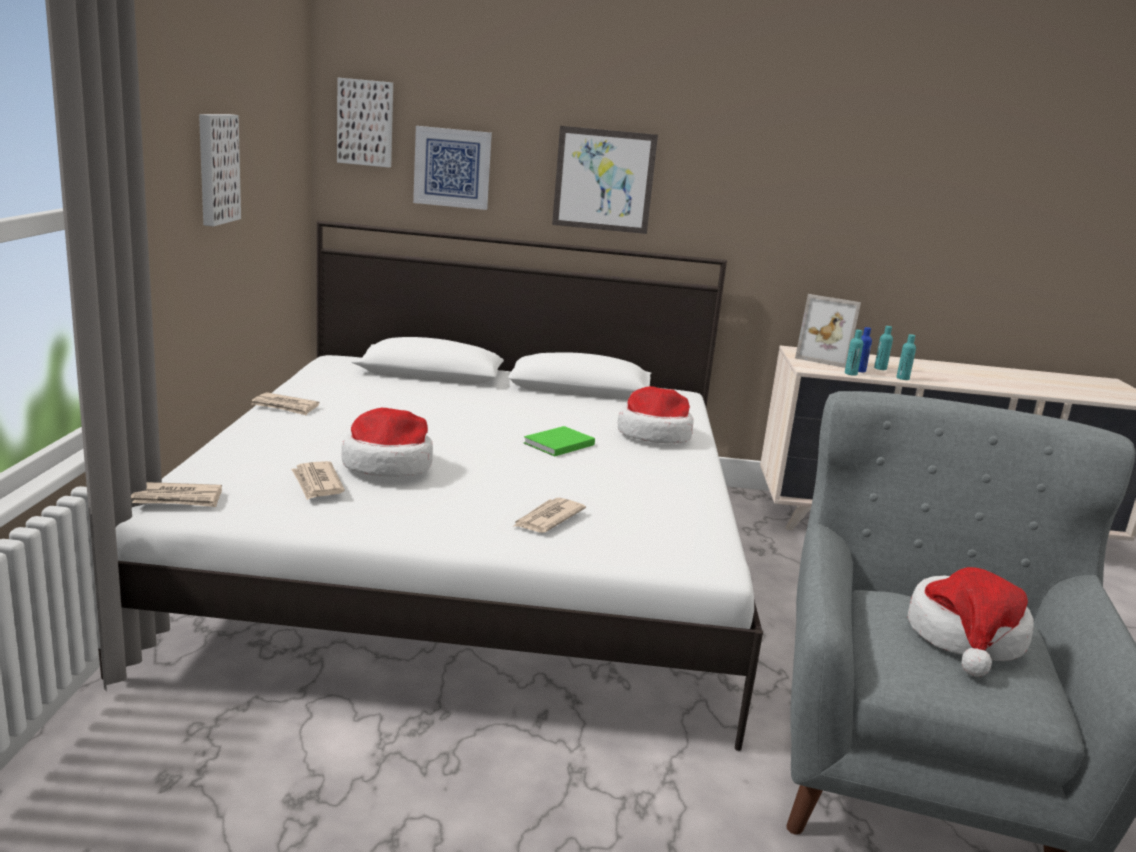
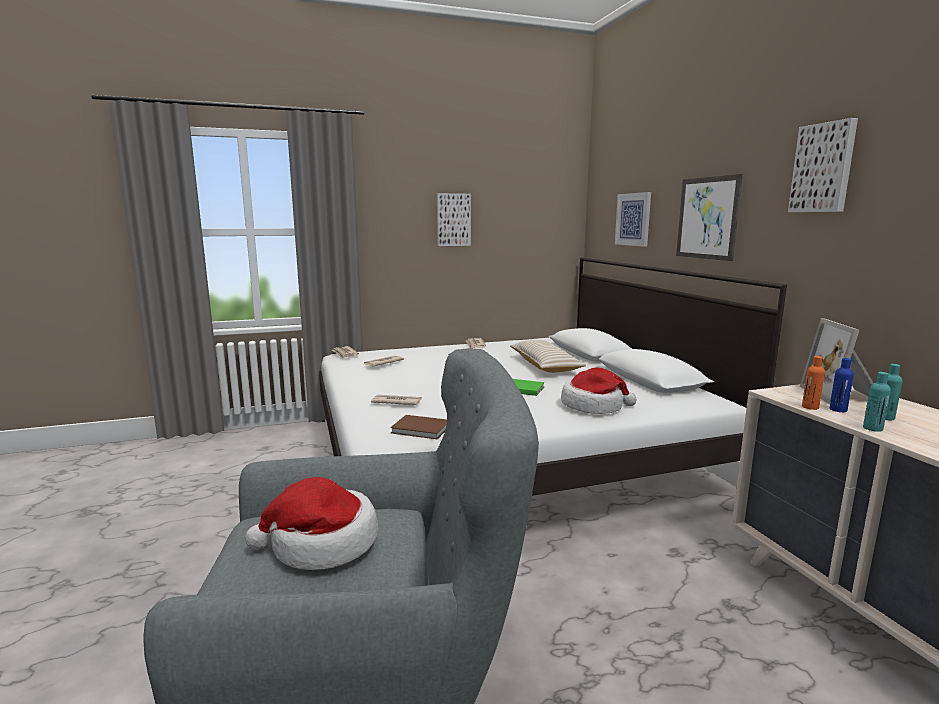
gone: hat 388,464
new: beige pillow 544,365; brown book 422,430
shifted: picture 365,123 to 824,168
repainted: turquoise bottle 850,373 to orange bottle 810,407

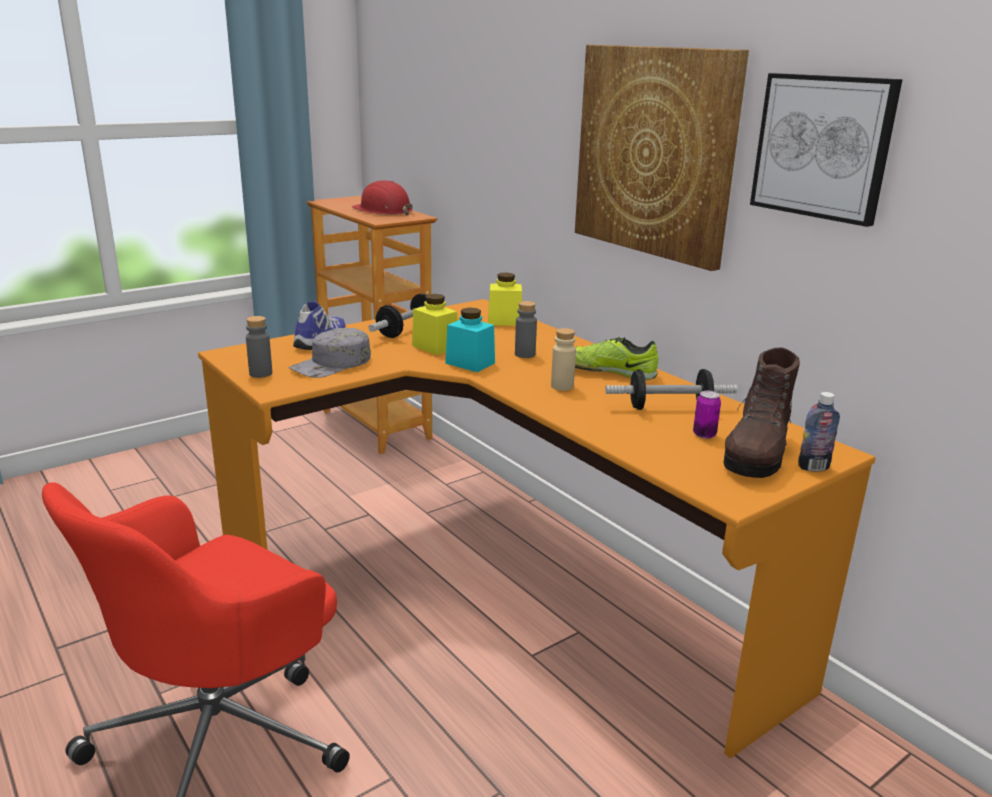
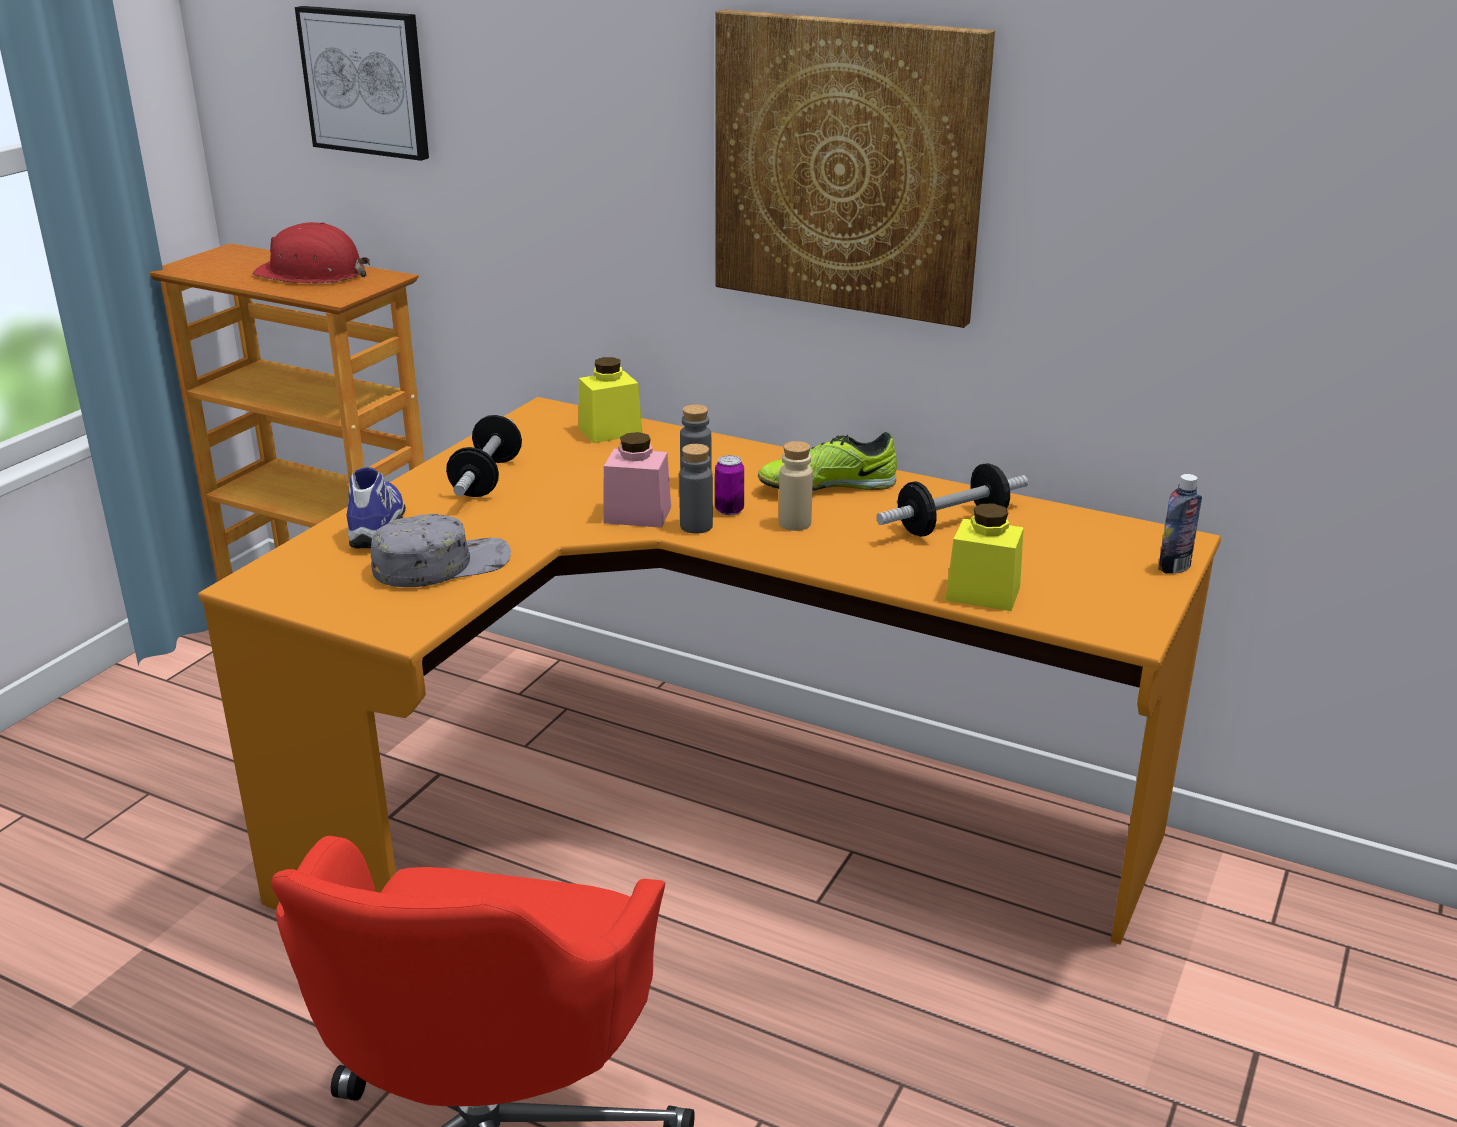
gone: brown boot 756,455
shifted: picture 823,147 to 366,82; yellow jar 435,347 to 983,593; grey bottle 260,373 to 696,526; can 704,435 to 729,510
repainted: turquoise jar 470,363 to pink jar 637,515
rotated: grey cap 332,364 = 441,564 135 degrees counterclockwise

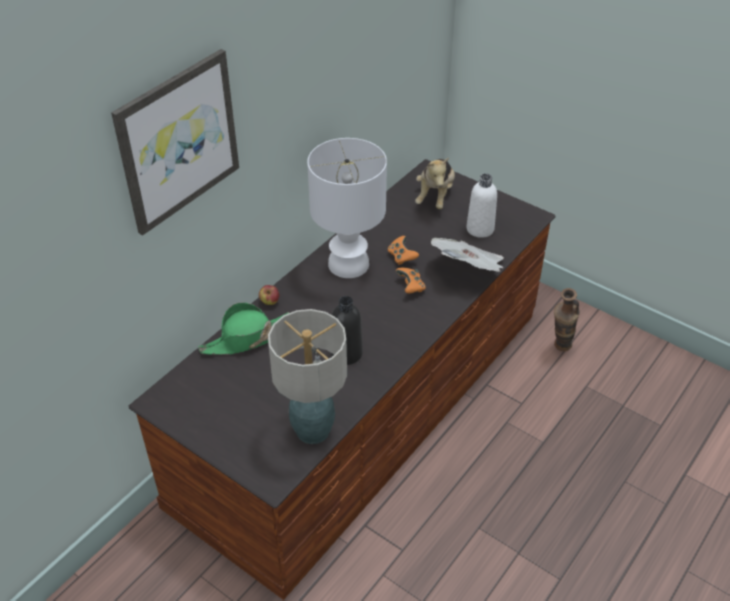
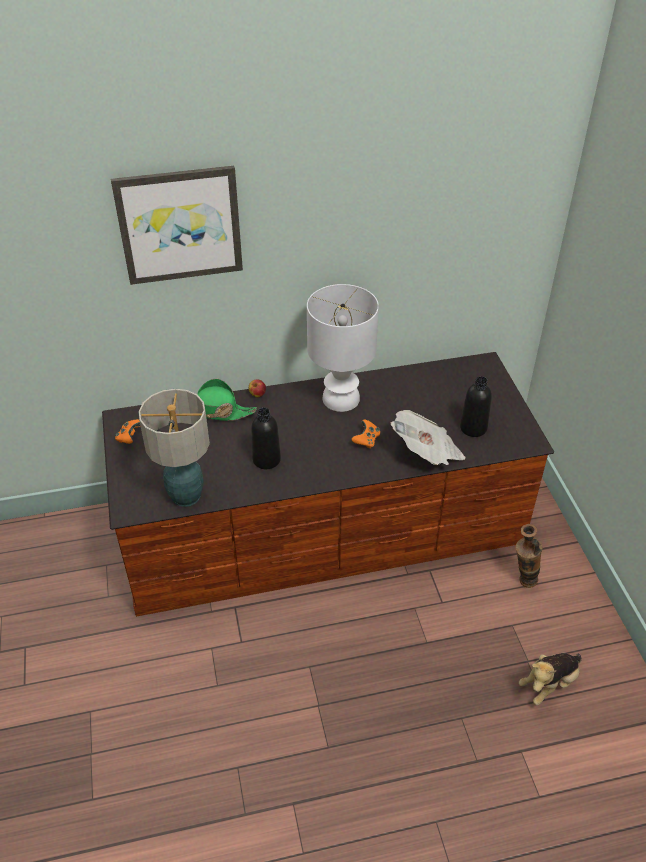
shifted: plush toy 435,196 to 549,683; orange game controller 401,257 to 130,437
repainted: white bottle 480,229 to black bottle 473,428

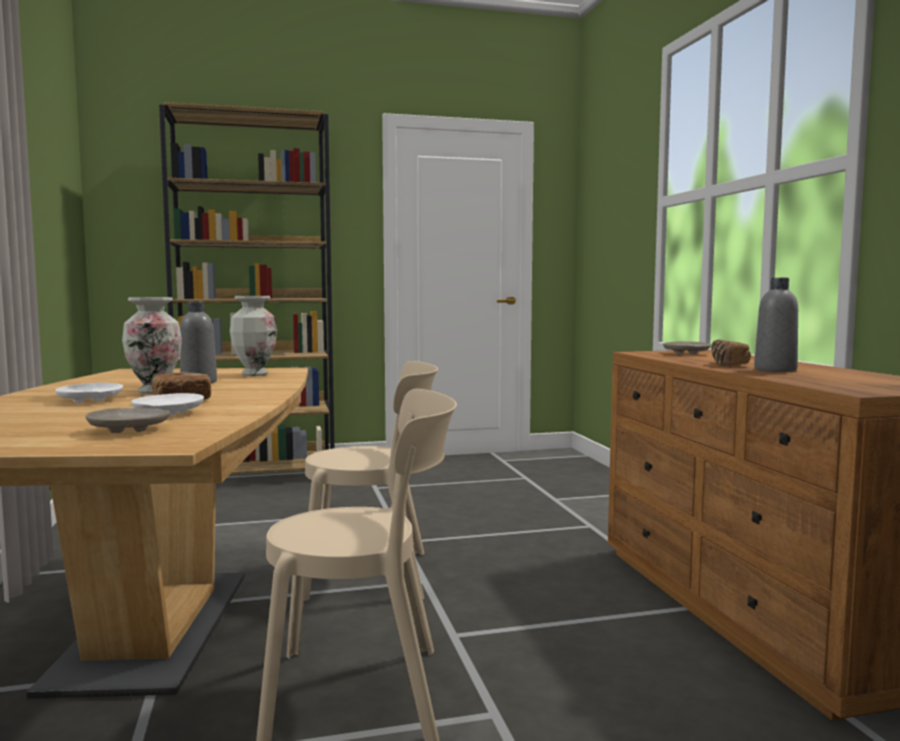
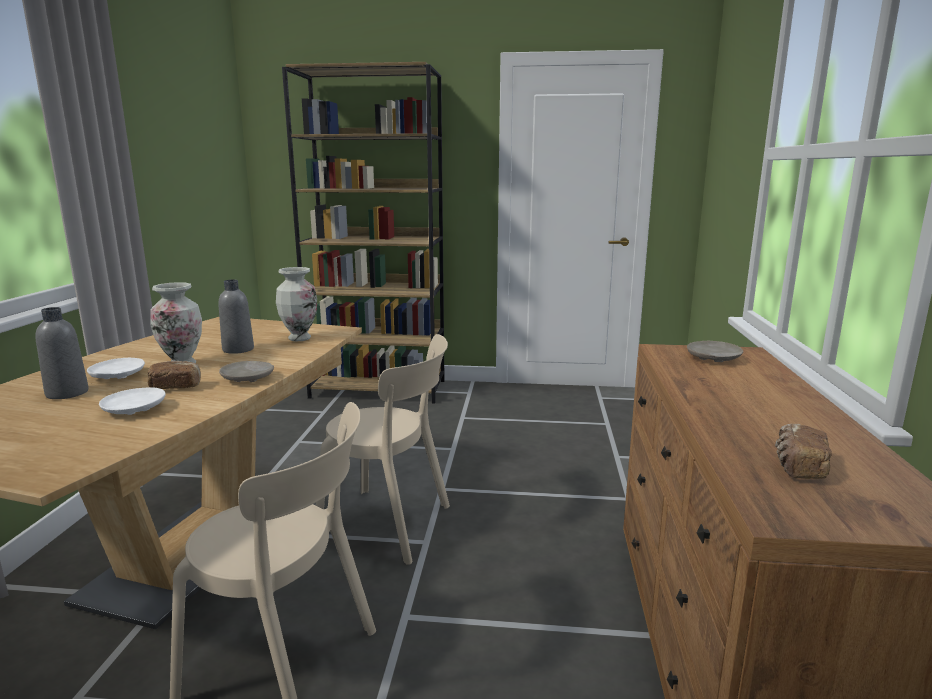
shifted: grey bottle 775,370 to 67,393; bread 728,364 to 798,467; beige plate 130,429 to 248,379

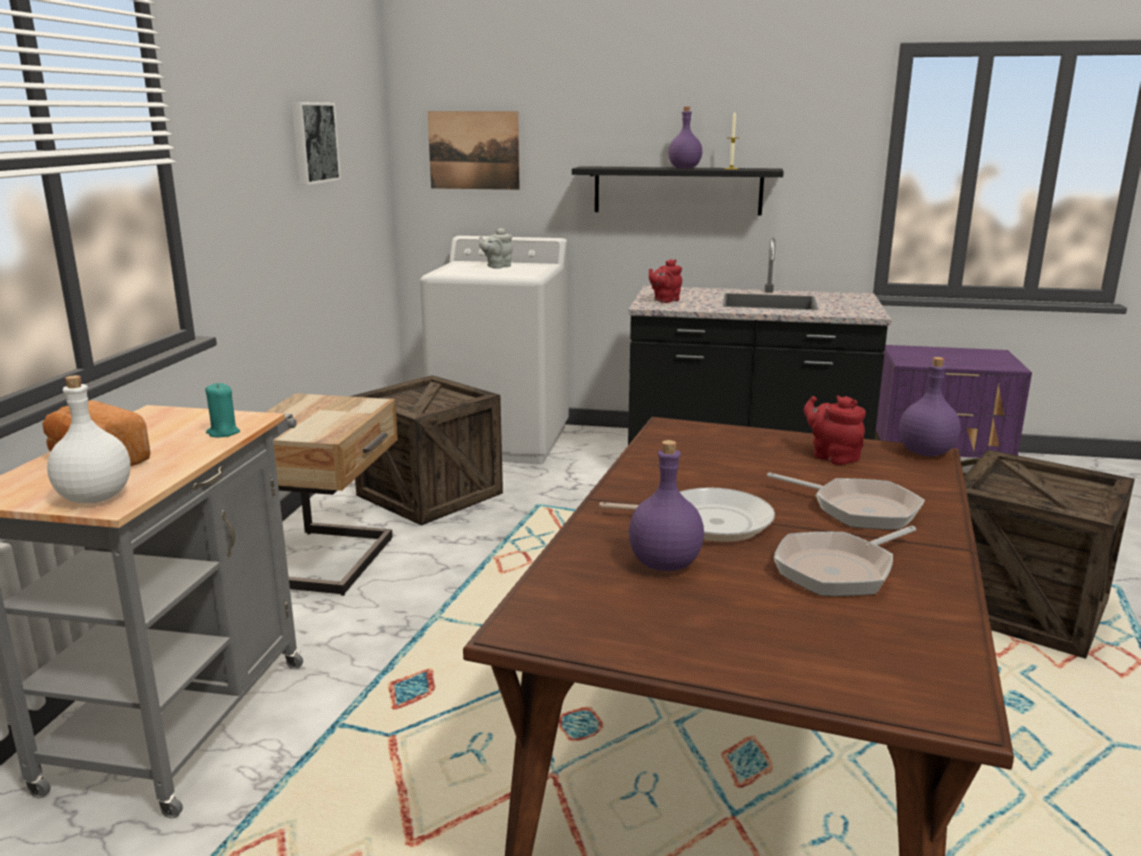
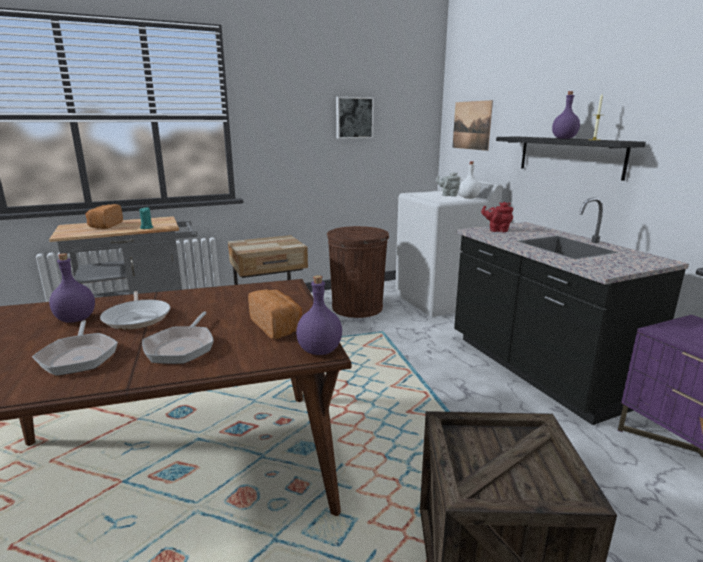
shifted: white bottle 94,498 to 468,198
swapped: crate 429,494 to brown trash can 357,307; red teapot 832,456 to bread 277,326
rotated: frying pan 839,570 = 79,356 135 degrees counterclockwise

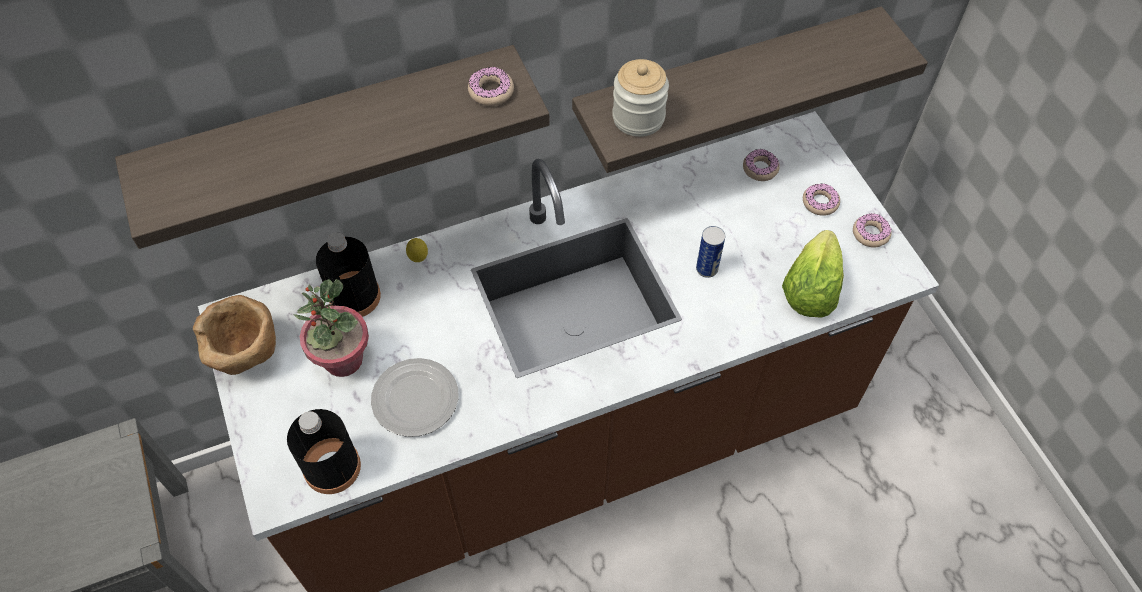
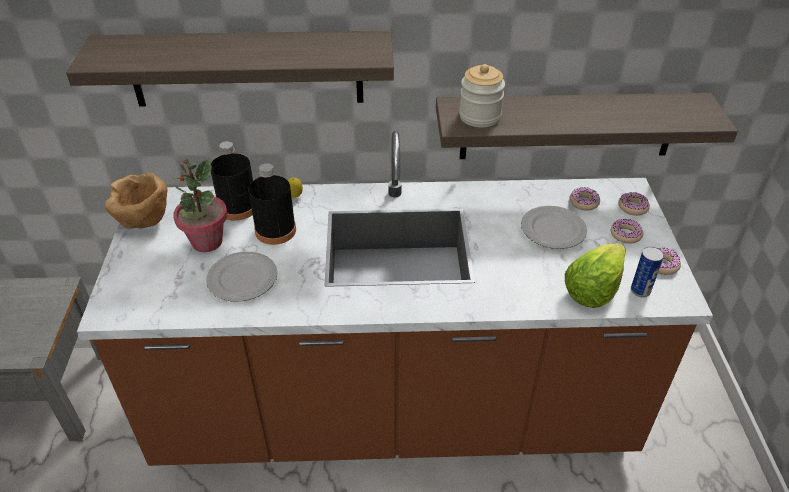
new: plate 553,230
shifted: donut 491,91 to 632,207; can 706,269 to 640,291; black bottle 332,467 to 275,230

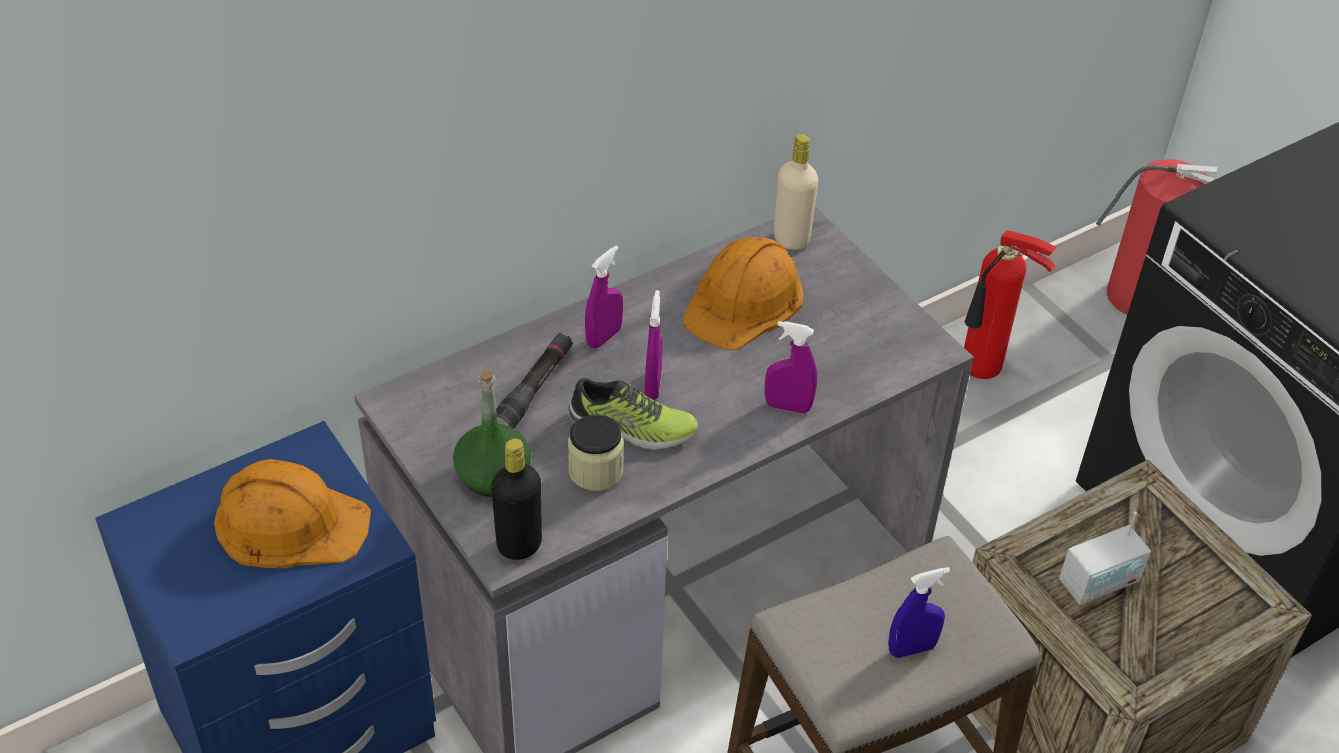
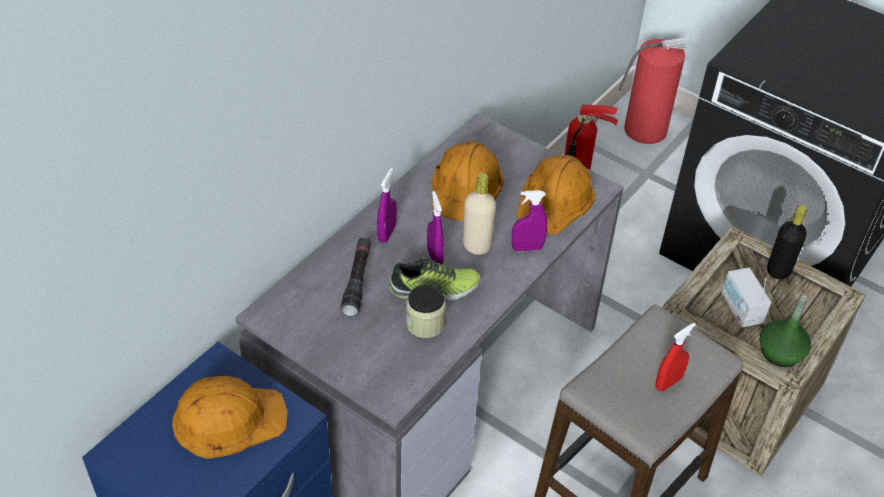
new: orange hard hat 555,199
shifted: beige bottle 791,238 to 477,246; green bottle 493,475 to 780,353; black bottle 519,544 to 778,271
repainted: blue spray bottle 911,648 to red spray bottle 668,382
rotated: radio 1099,583 = 740,309 120 degrees clockwise

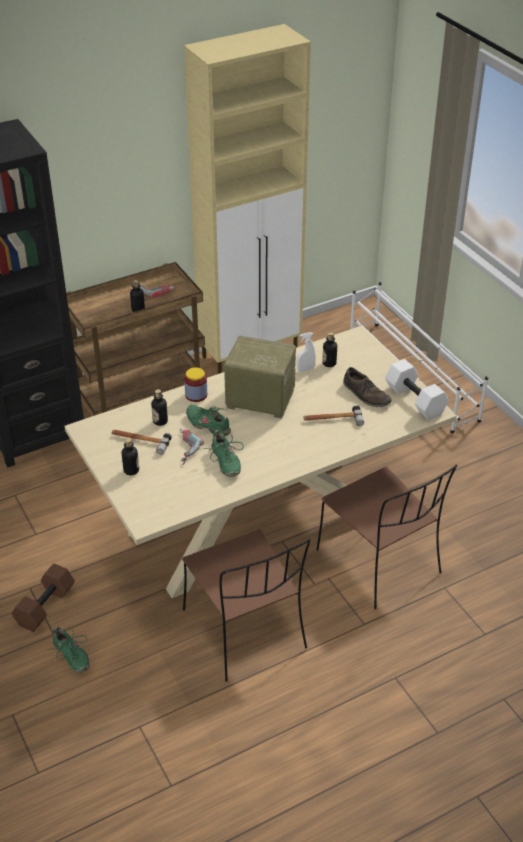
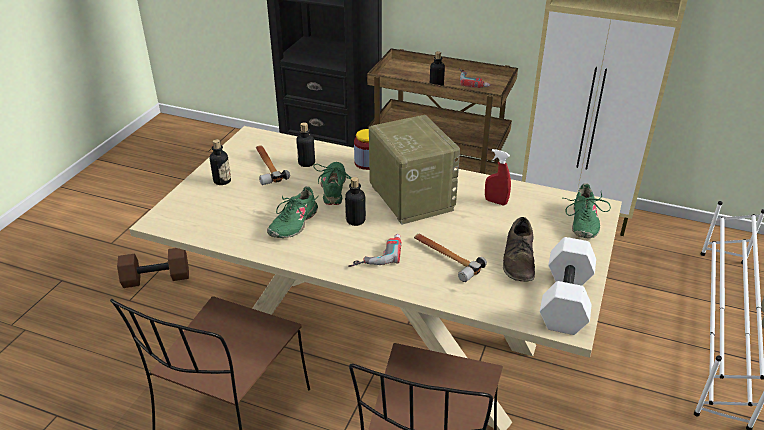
shifted: bottle 329,363 to 355,220; power drill 182,448 to 375,254; green shoe 71,656 to 582,222
repainted: white spray bottle 305,369 to red spray bottle 496,202

